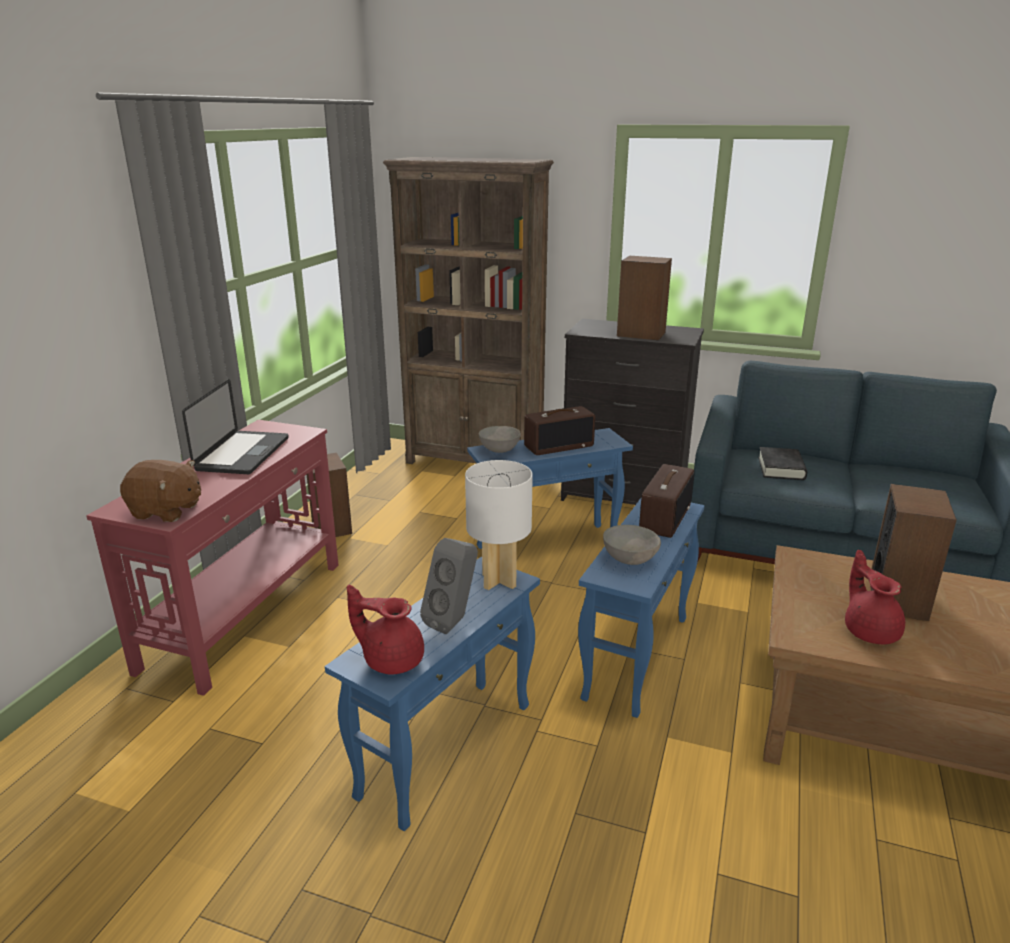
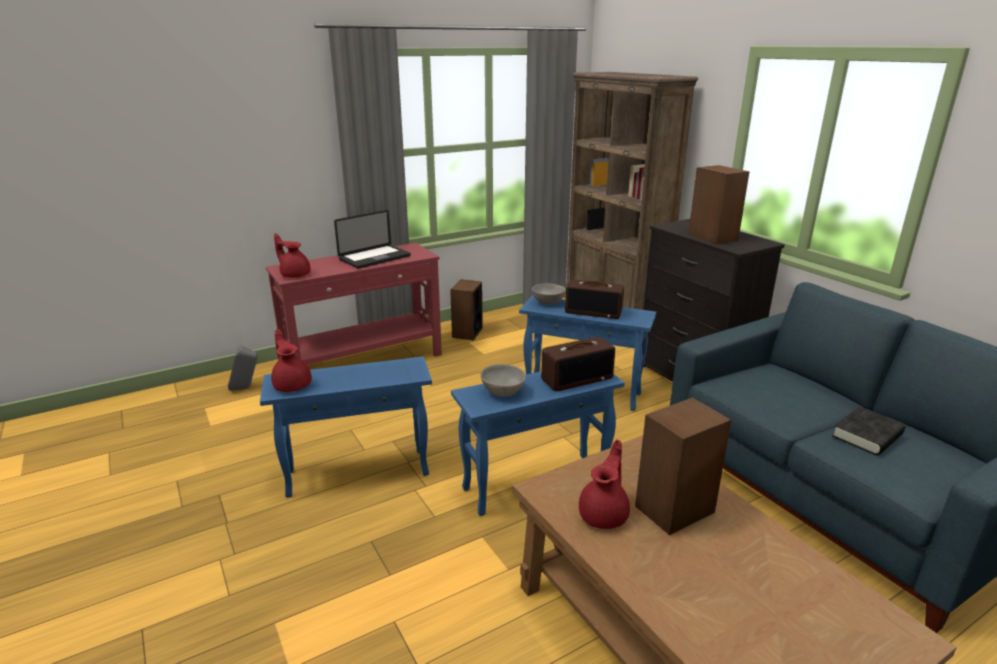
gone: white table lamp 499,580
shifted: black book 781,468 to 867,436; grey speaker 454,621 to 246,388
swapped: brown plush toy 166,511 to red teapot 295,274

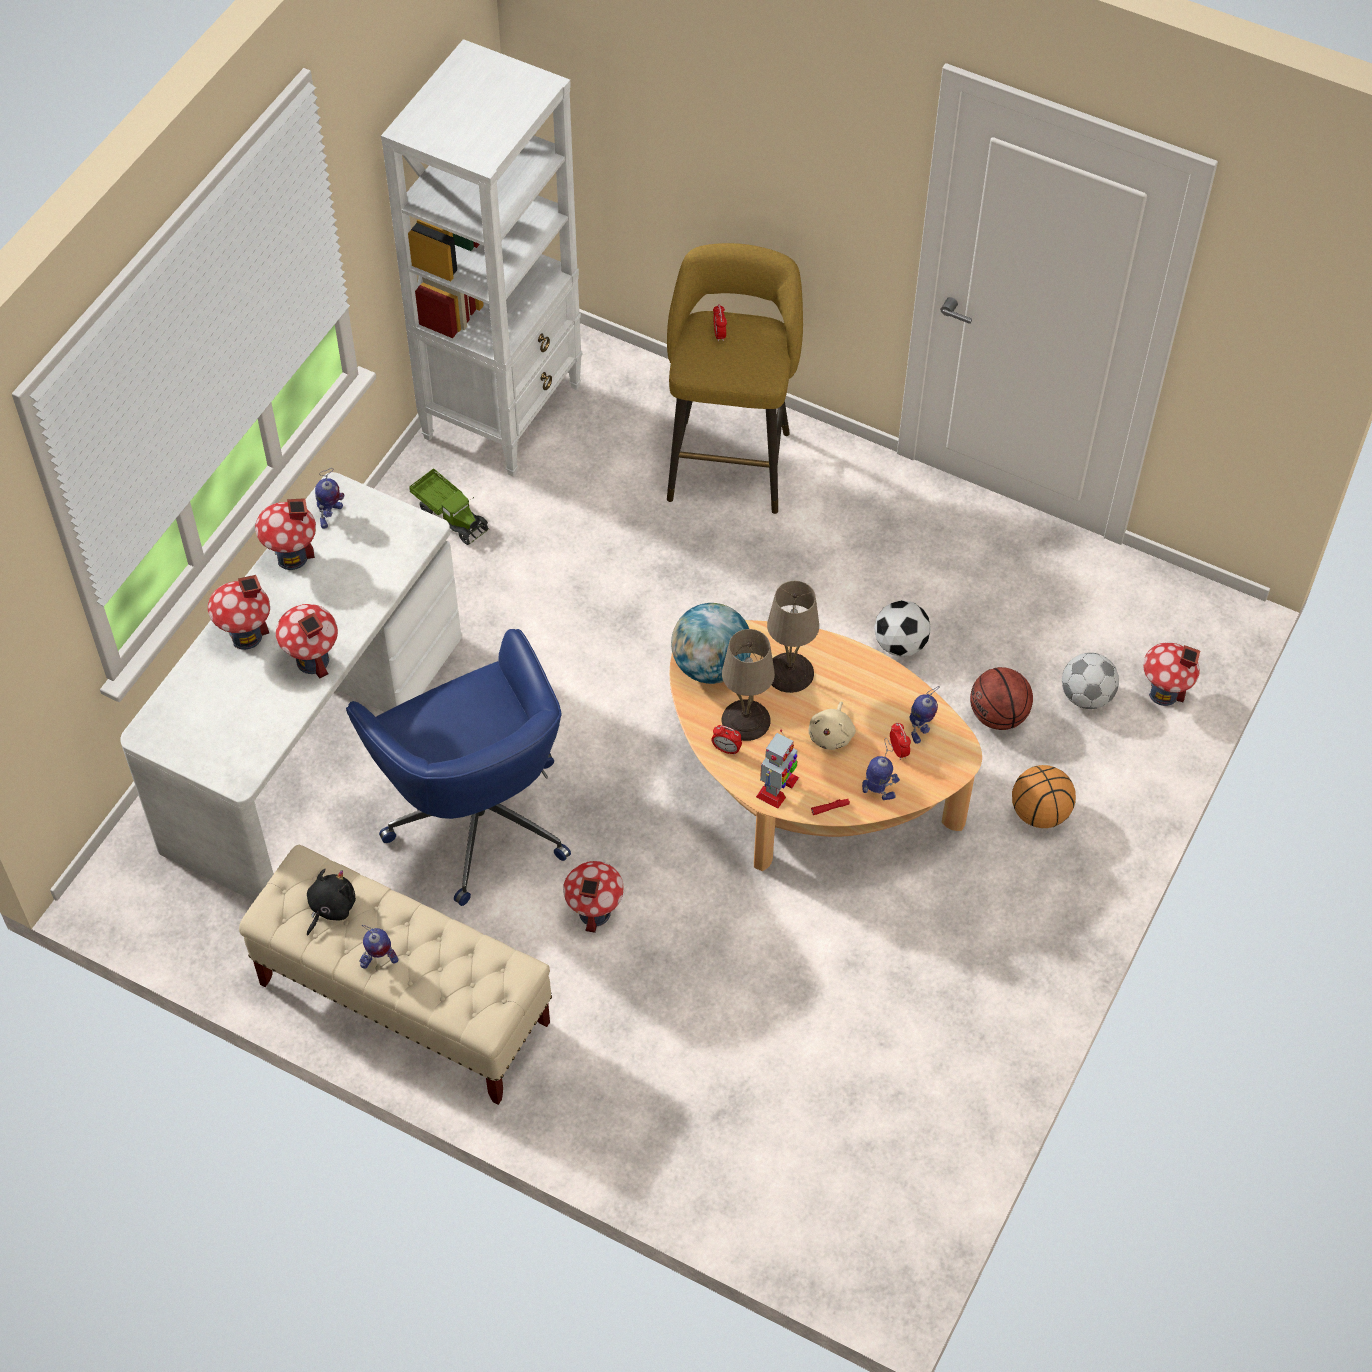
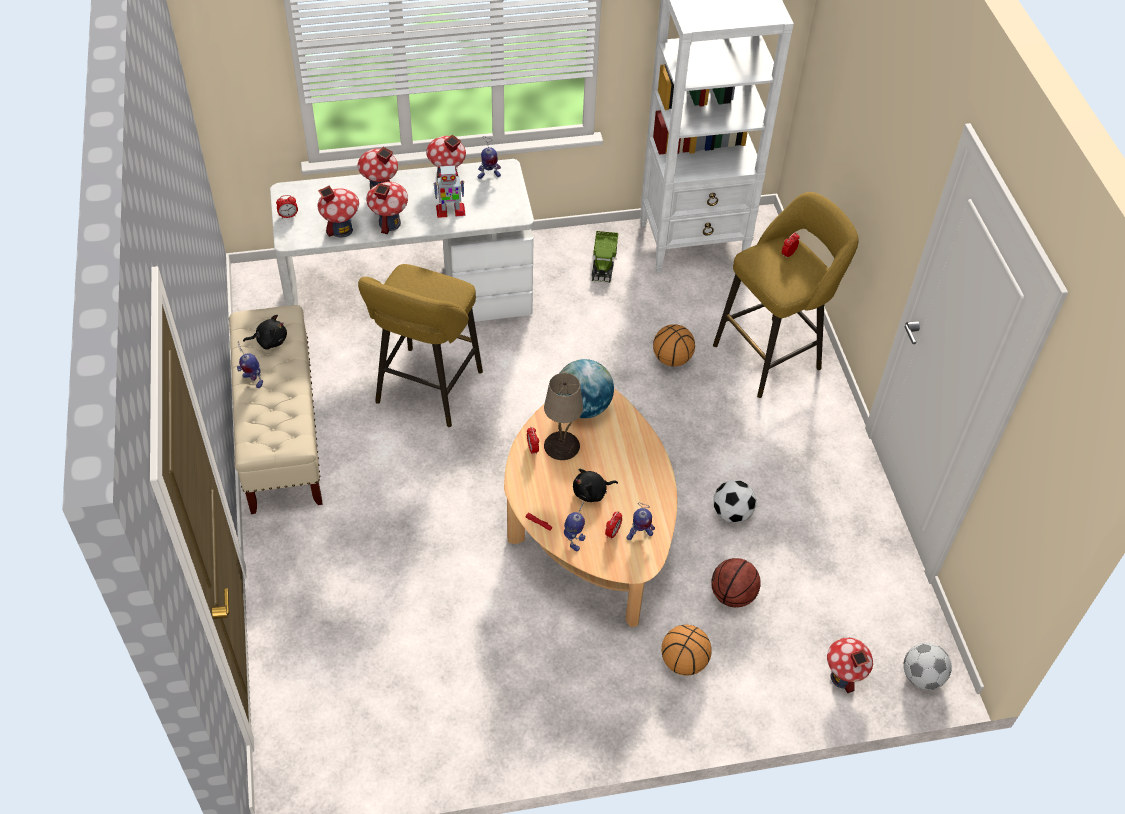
gone: beige table lamp 790,672
new: alarm clock 288,216; basketball 672,358
shifted: football 1086,696 to 922,677; toy robot 777,788 to 450,211; toy house 594,912 to 341,229
swapped: blue office chair 477,815 to yellow stool 426,391
repainted: beige plush toy 831,734 to black plush toy 591,492

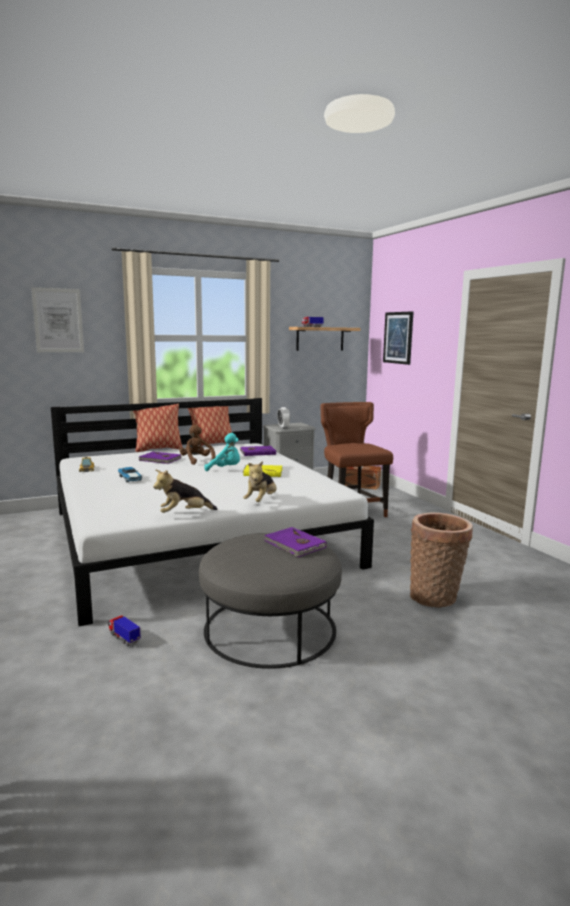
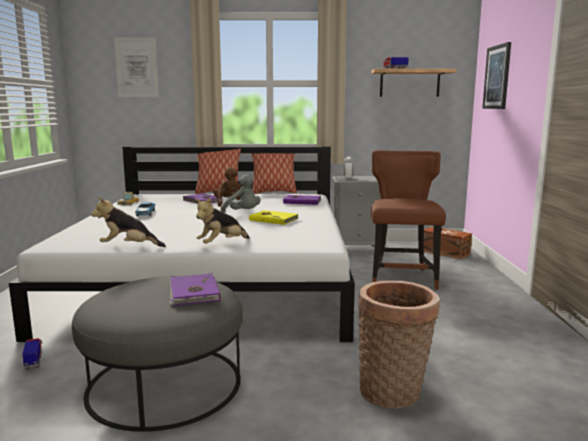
repainted: turquoise plush toy 225,469 to grey plush toy 243,213

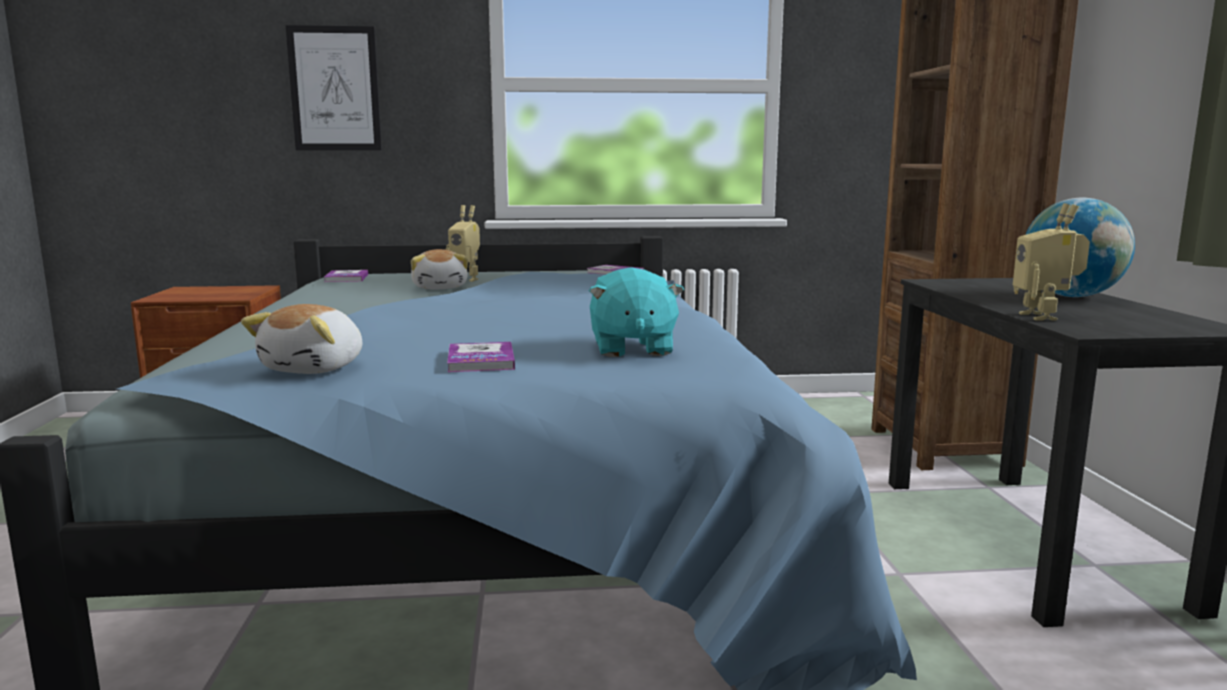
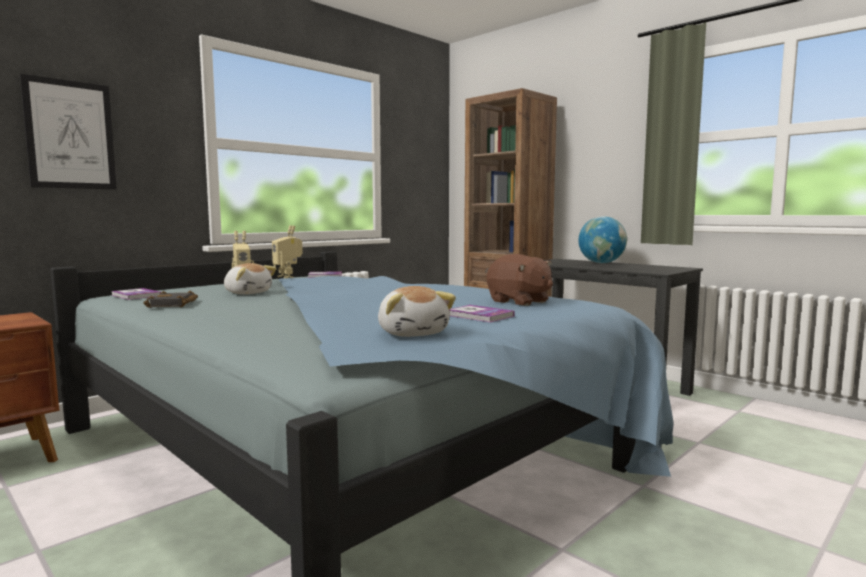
new: black book 173,304
shifted: toy robot 1044,316 to 288,277
repainted: turquoise plush toy 631,348 to brown plush toy 519,301

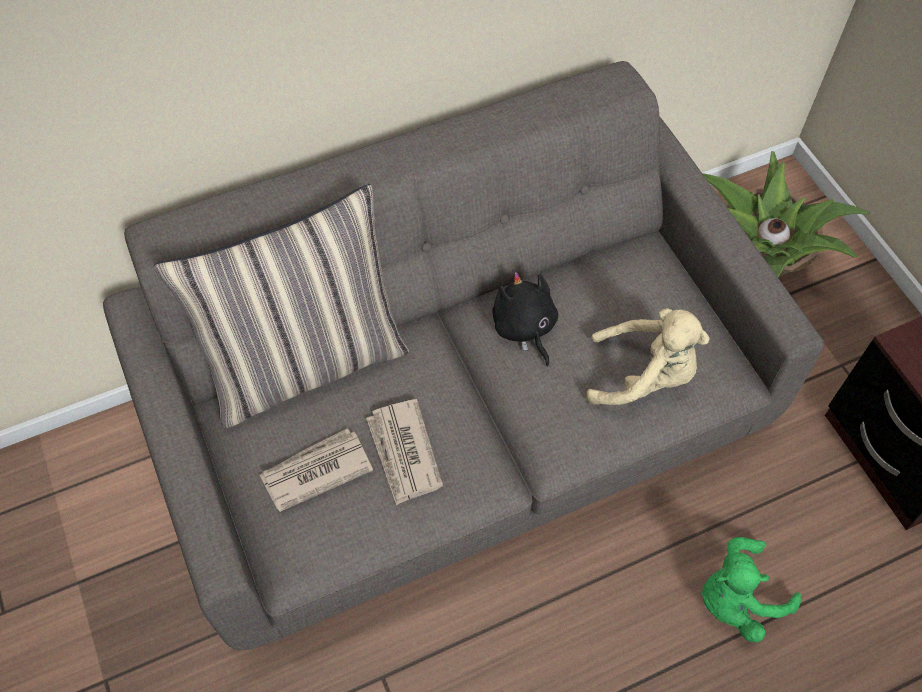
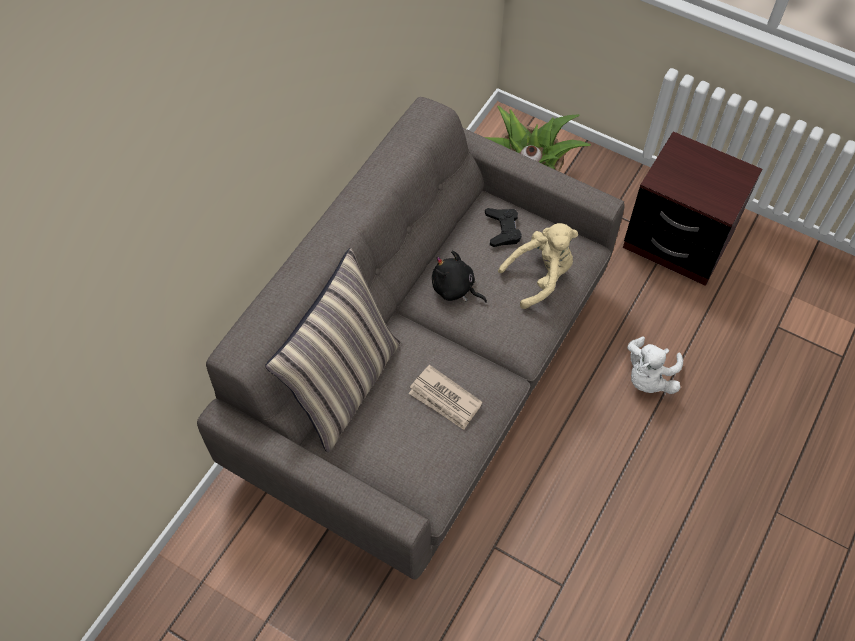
gone: newspaper 315,471
new: black game controller 503,229
repainted: green plush toy 736,599 to white plush toy 648,377

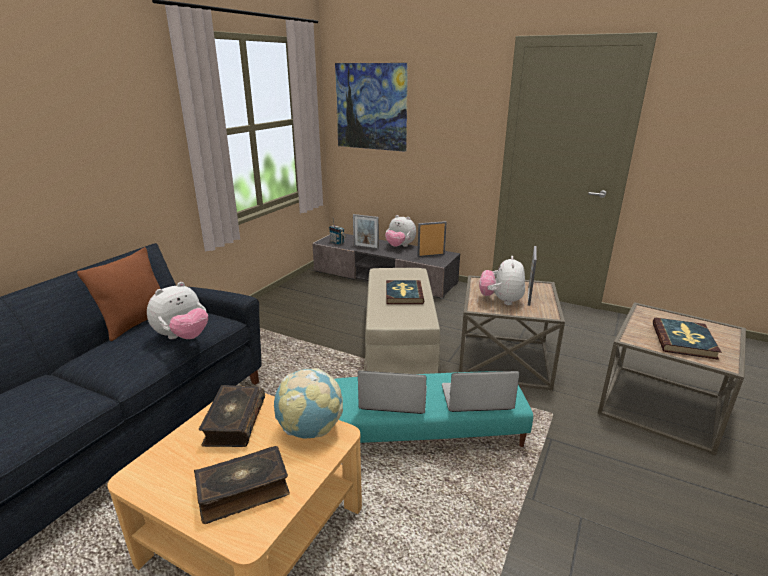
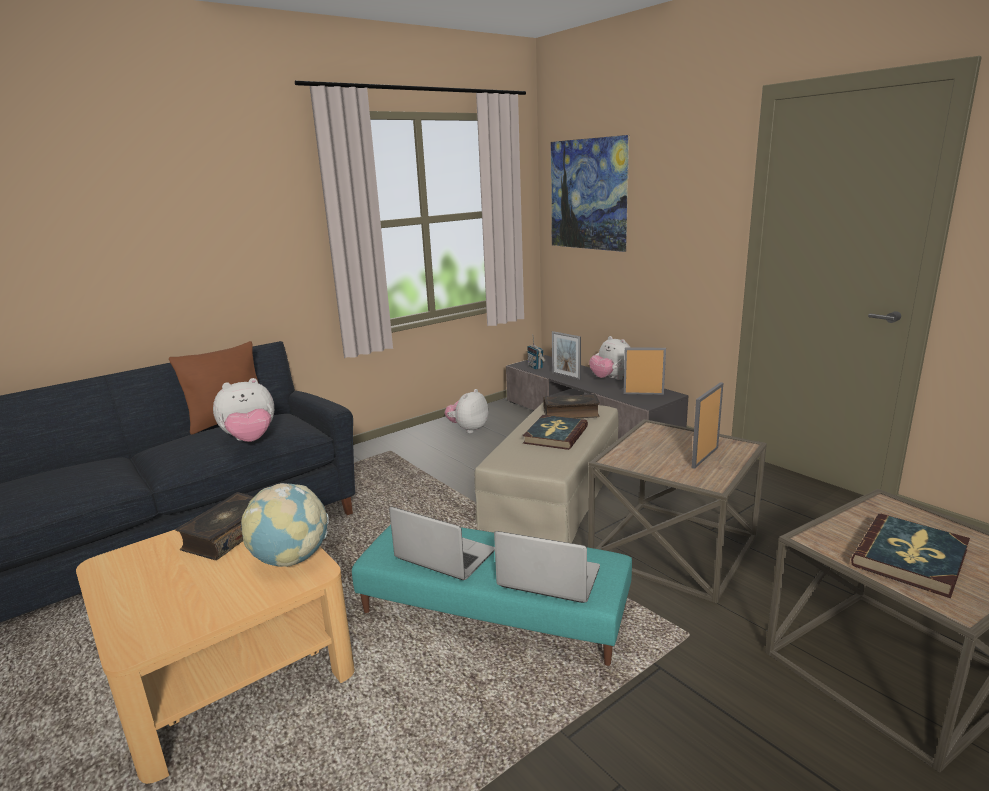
shifted: plush toy 501,301 to 468,429; book 243,491 to 571,413

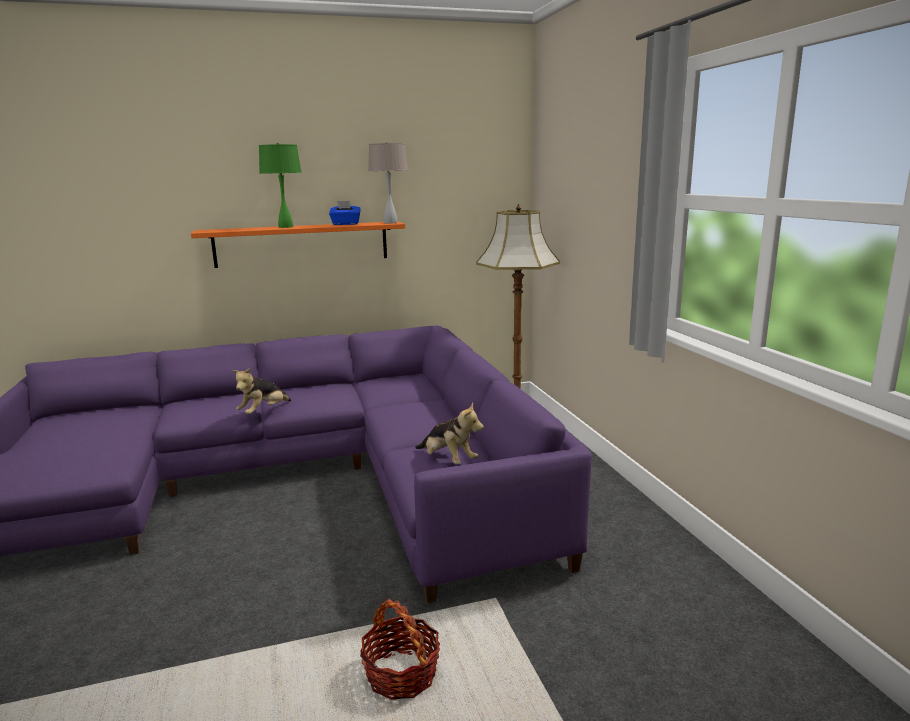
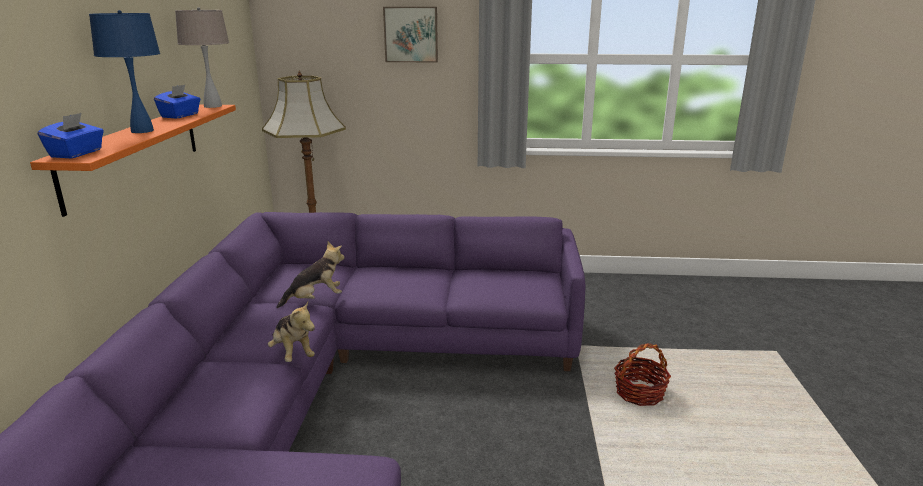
new: picture 411,34; blue tissue box 77,153
shifted: plush toy 448,460 to 315,299
repainted: green table lamp 285,227 to blue table lamp 142,131

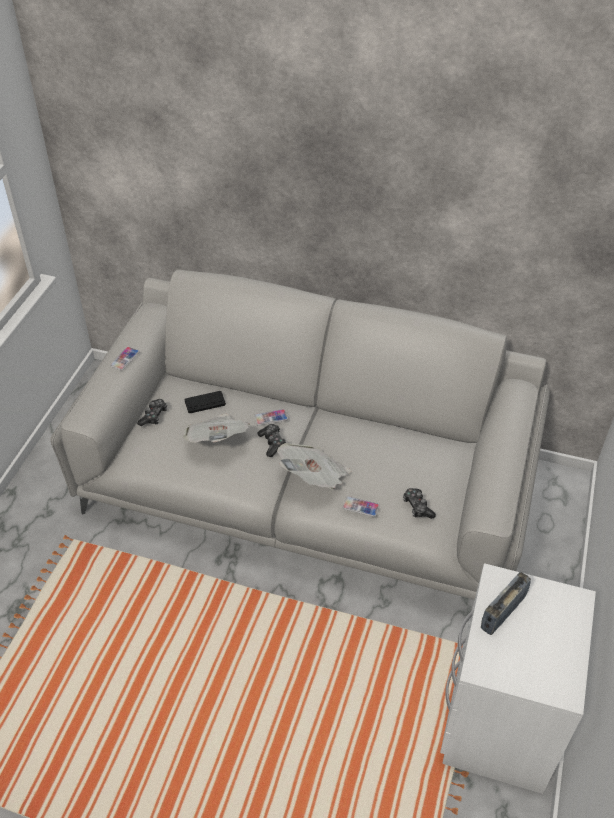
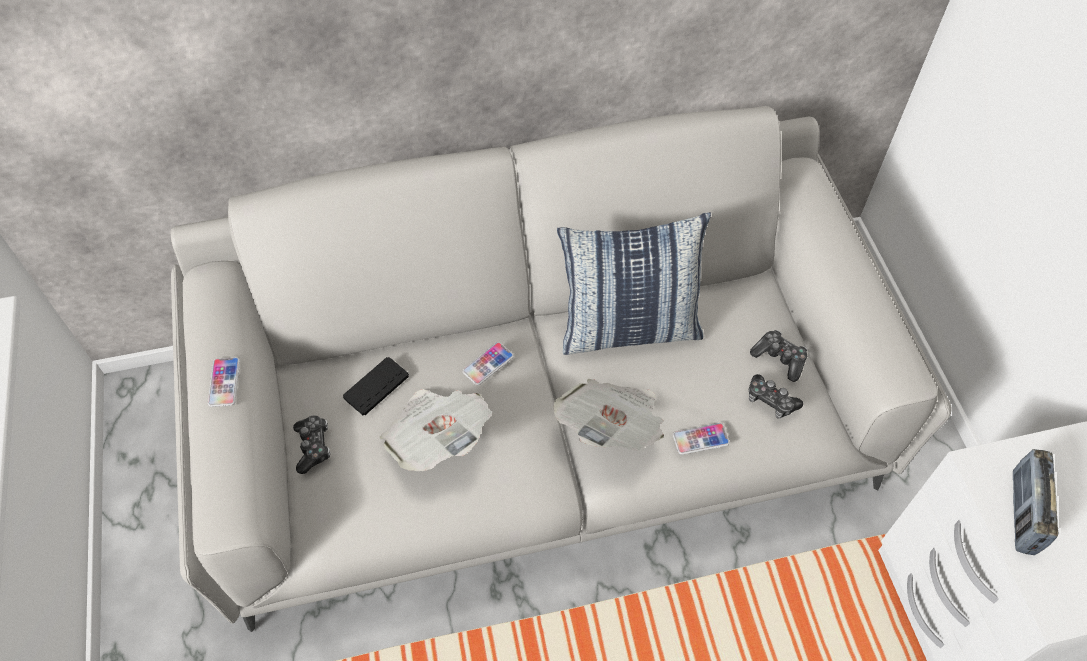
new: pillow 629,328
shifted: game controller 272,443 to 779,358

